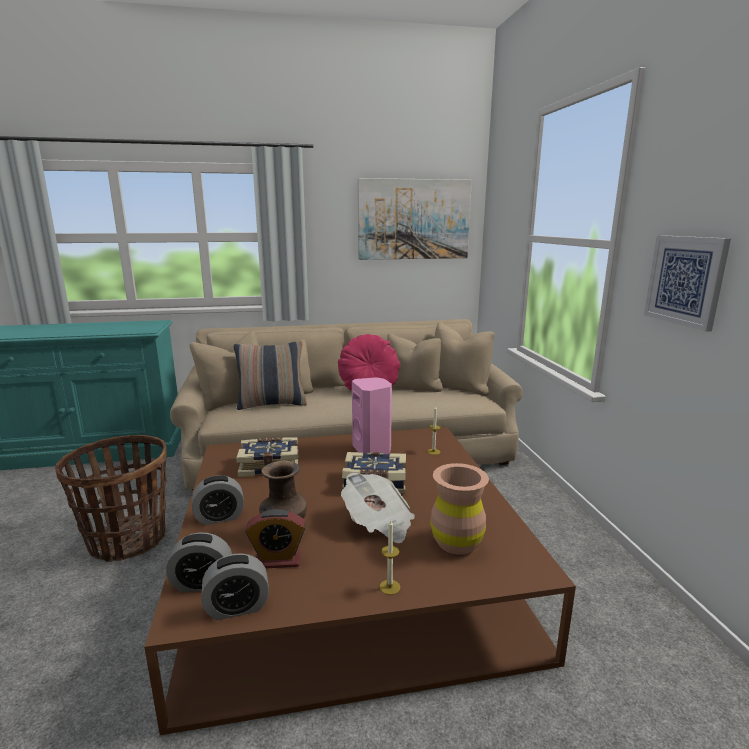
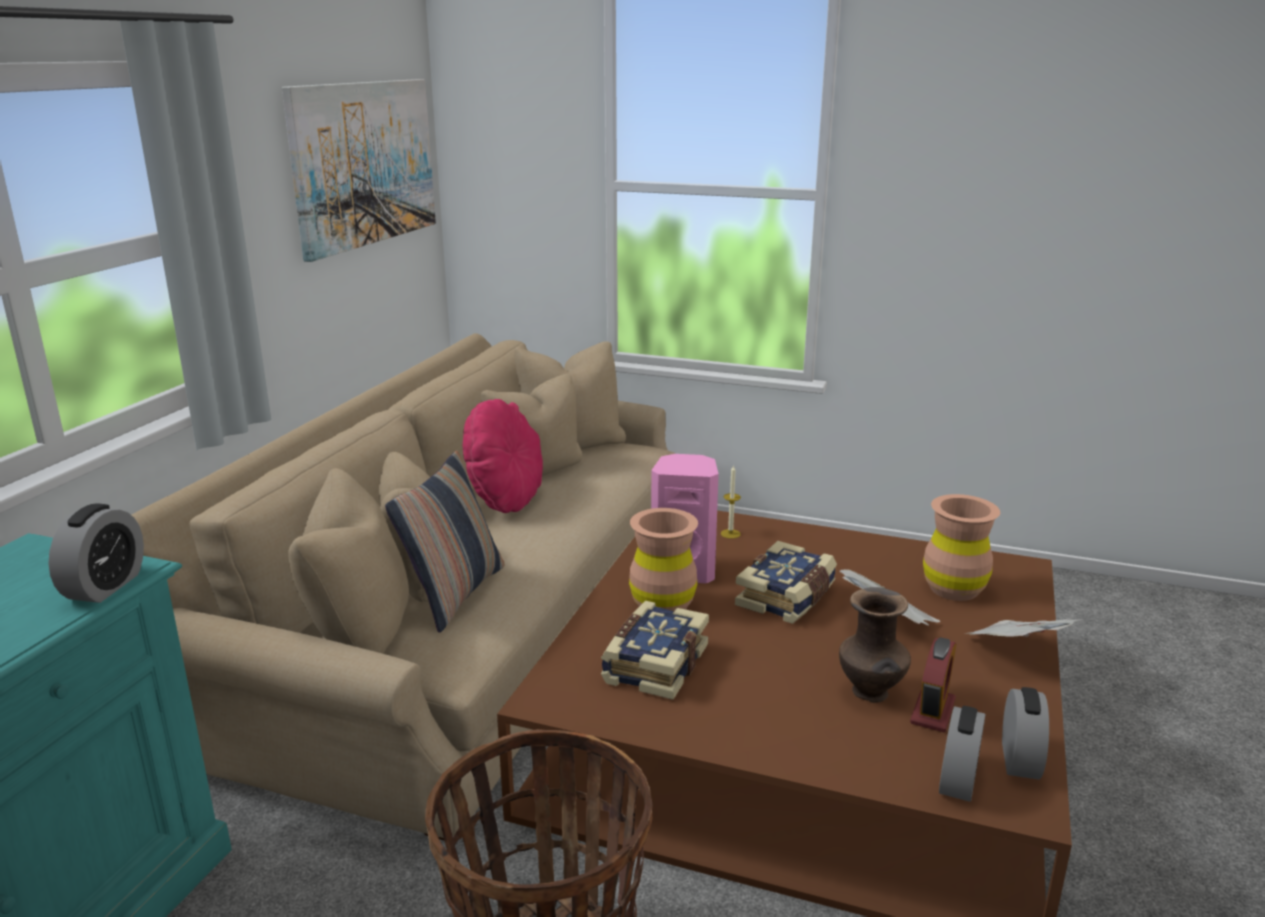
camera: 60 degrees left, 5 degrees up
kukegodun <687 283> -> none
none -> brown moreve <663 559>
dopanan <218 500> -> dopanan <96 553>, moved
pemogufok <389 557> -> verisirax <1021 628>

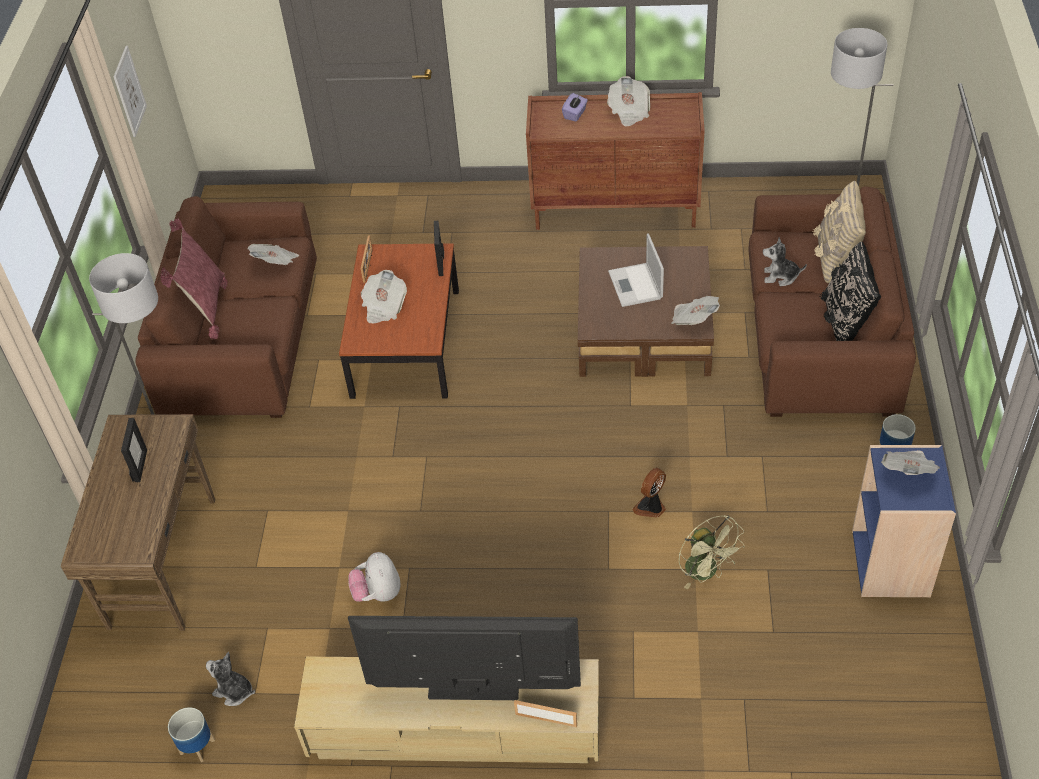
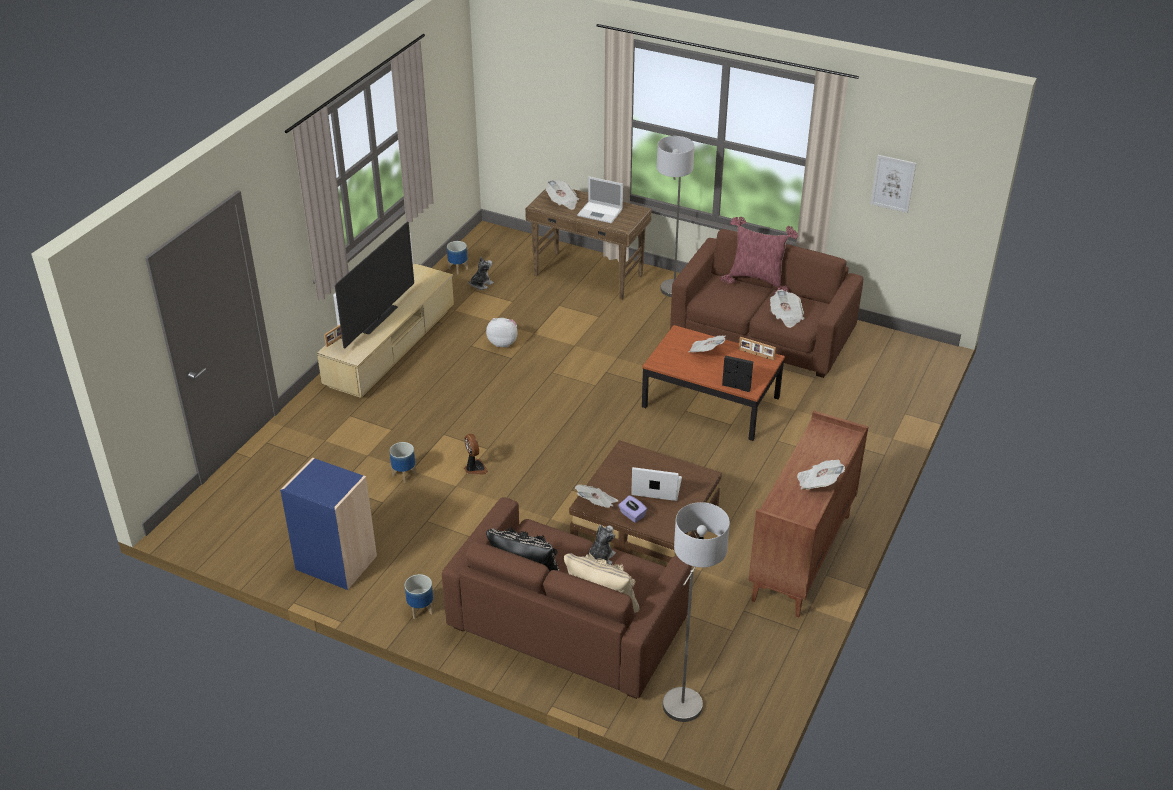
camera: 110 degrees right, 10 degrees down
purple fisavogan <575 107> -> purple fisavogan <632 509>, moved
verisirax <910 462> -> verisirax <562 195>, moved
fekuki <134 450> -> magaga <600 200>
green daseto <712 552> -> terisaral <403 462>

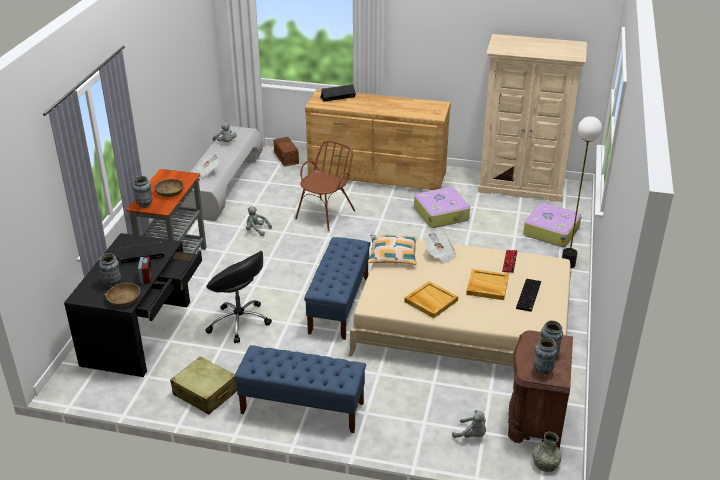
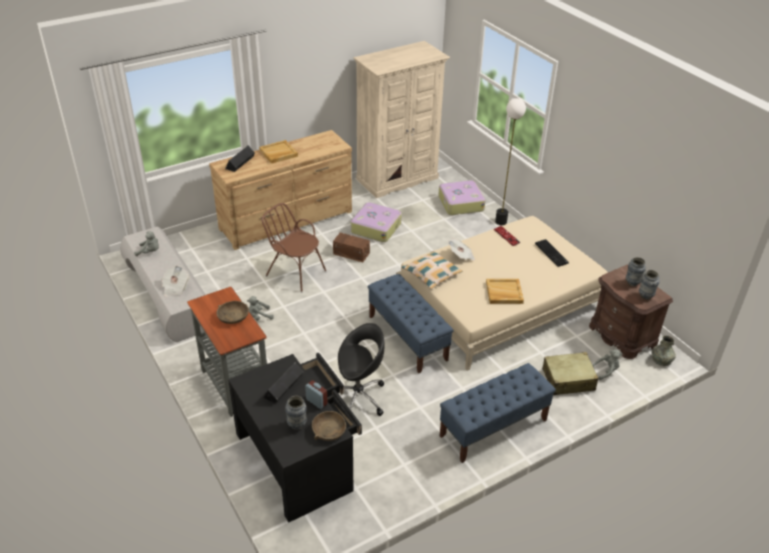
camera: 45 degrees left, 5 degrees up
moreve <142 192> -> none
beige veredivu <203 385> -> beige veredivu <570 373>, moved
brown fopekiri <286 152> -> brown fopekiri <351 247>, moved
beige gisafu <487 284> -> beige gisafu <278 152>, moved
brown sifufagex <325 186> -> brown sifufagex <294 248>, 45 degrees counterclockwise

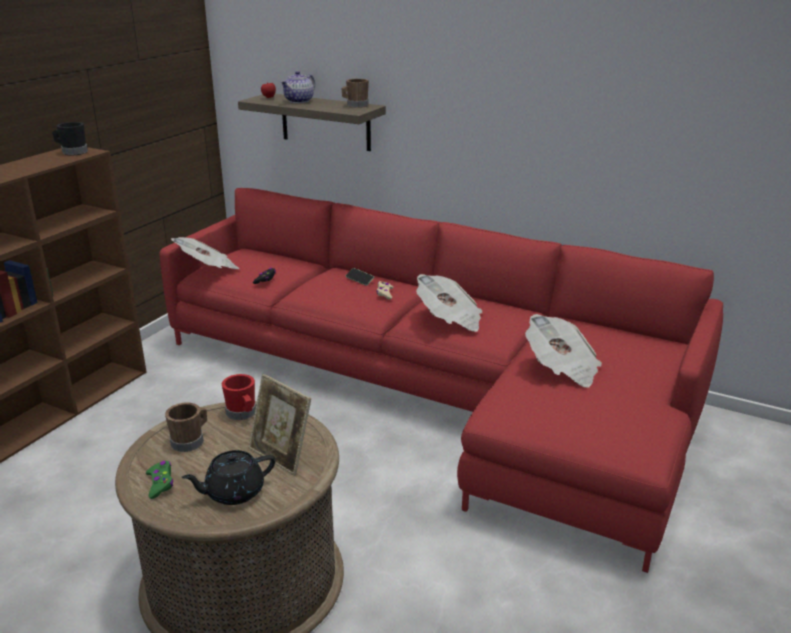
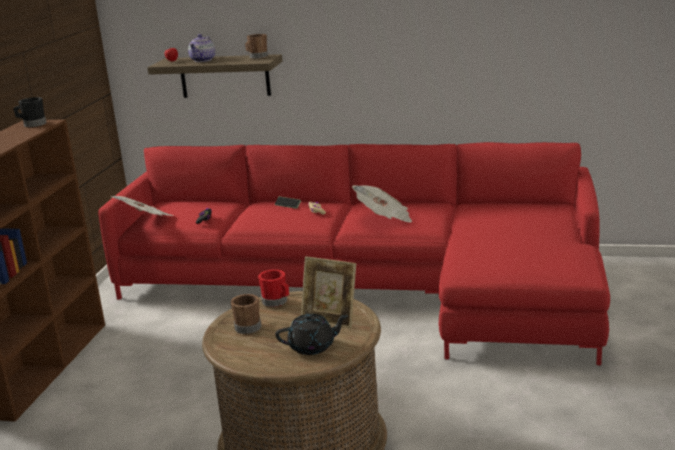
camera: 15 degrees left, 5 degrees down
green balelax <159 480> -> none
verisirax <563 351> -> none
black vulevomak <228 477> -> black vulevomak <311 334>, 150 degrees counterclockwise

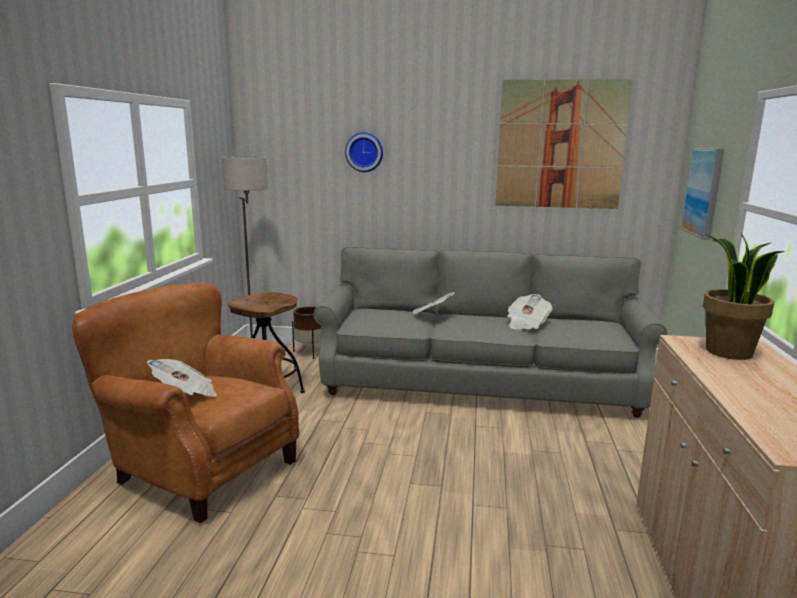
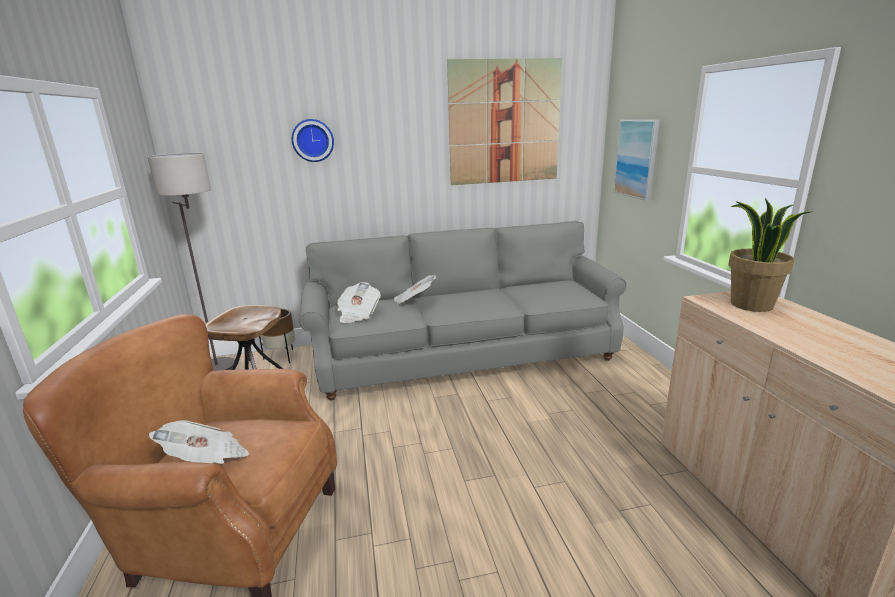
camera: 20 degrees left, 5 degrees up
verisirax <529 311> -> verisirax <359 302>, moved

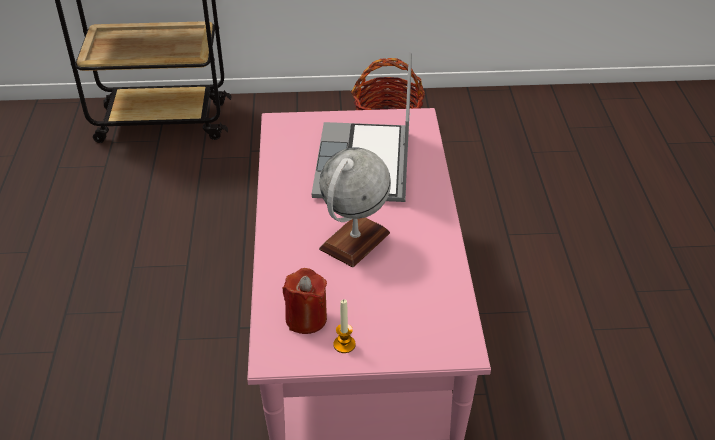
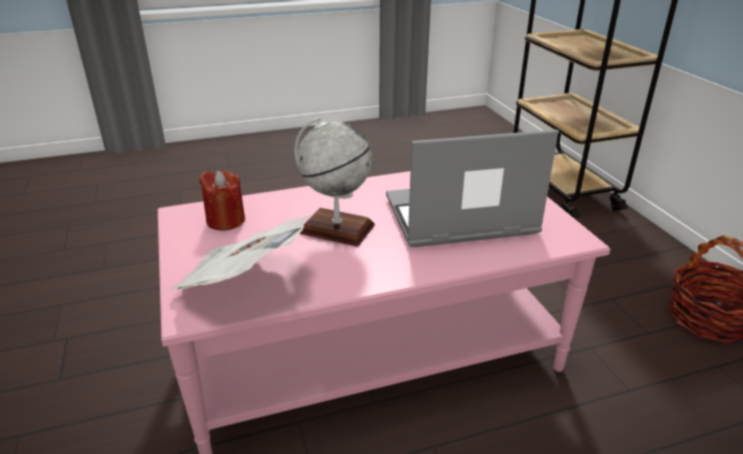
camera: 75 degrees right, 10 degrees down
pemogufok <344 326> -> none
none -> verisirax <240 252>

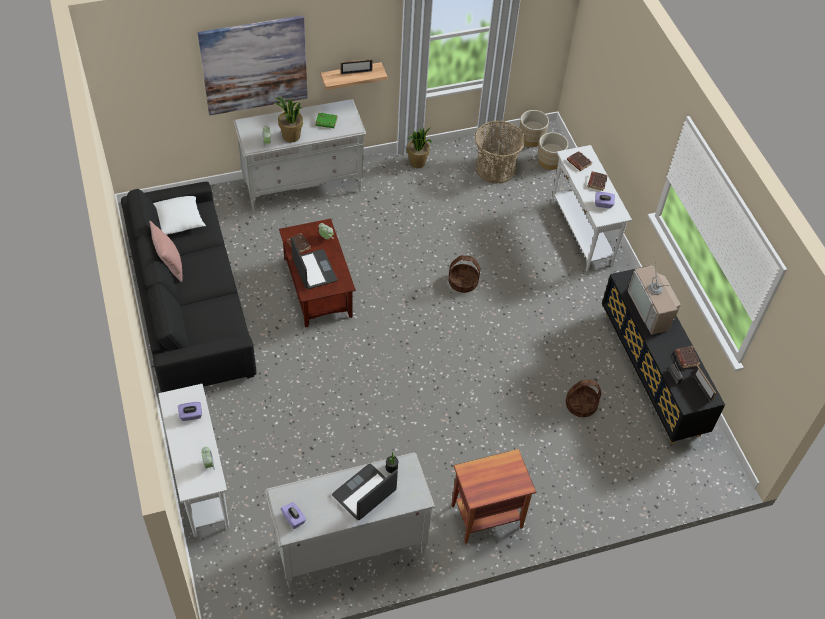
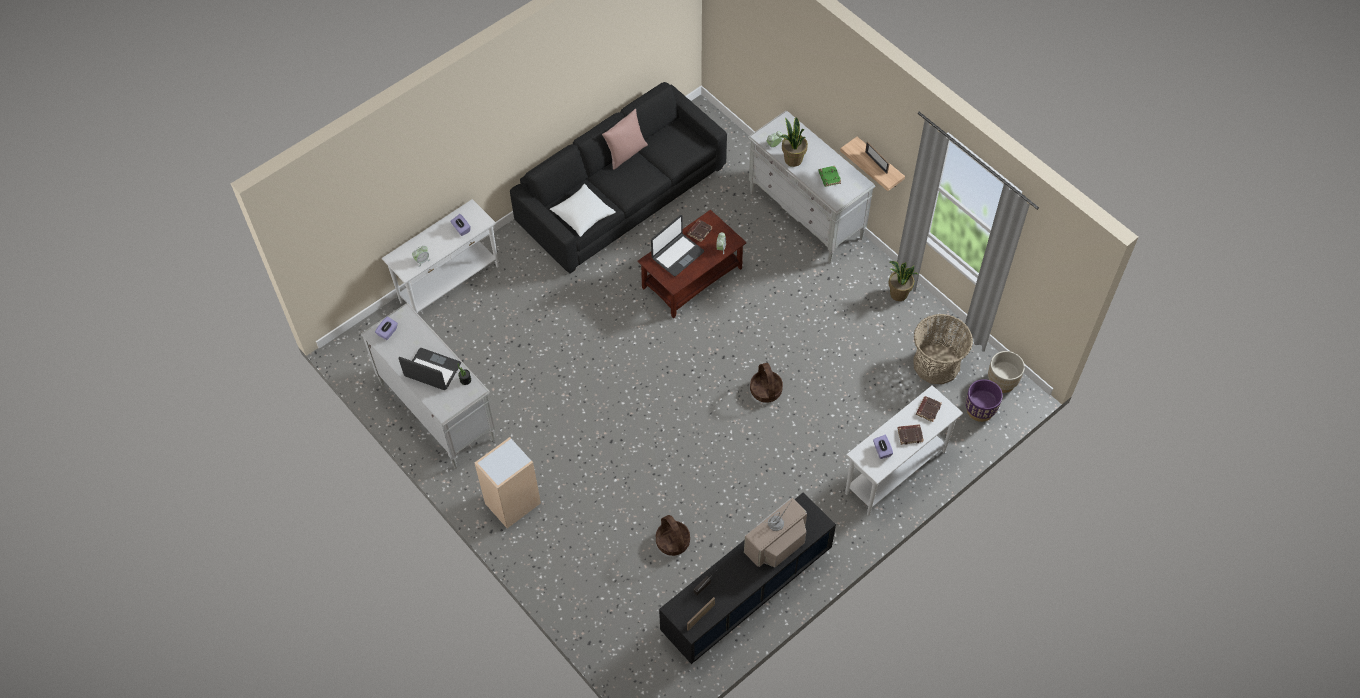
camera: 70 degrees right, 5 degrees up
kukegodun <253 65> -> none
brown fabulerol <687 357> -> none
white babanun <179 215> -> white babanun <583 210>, moved
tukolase <494 496> -> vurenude <508 482>
beige terisaral <553 151> -> purple terisaral <984 400>

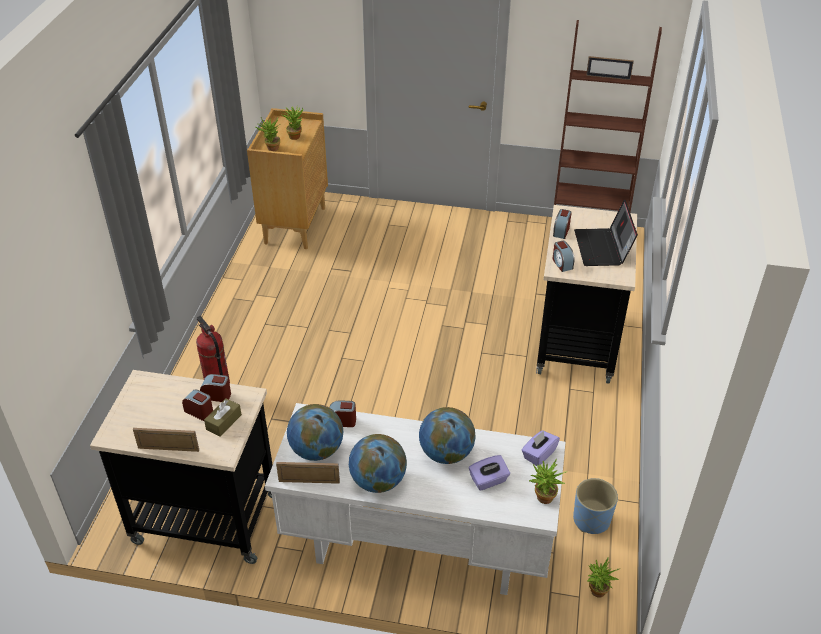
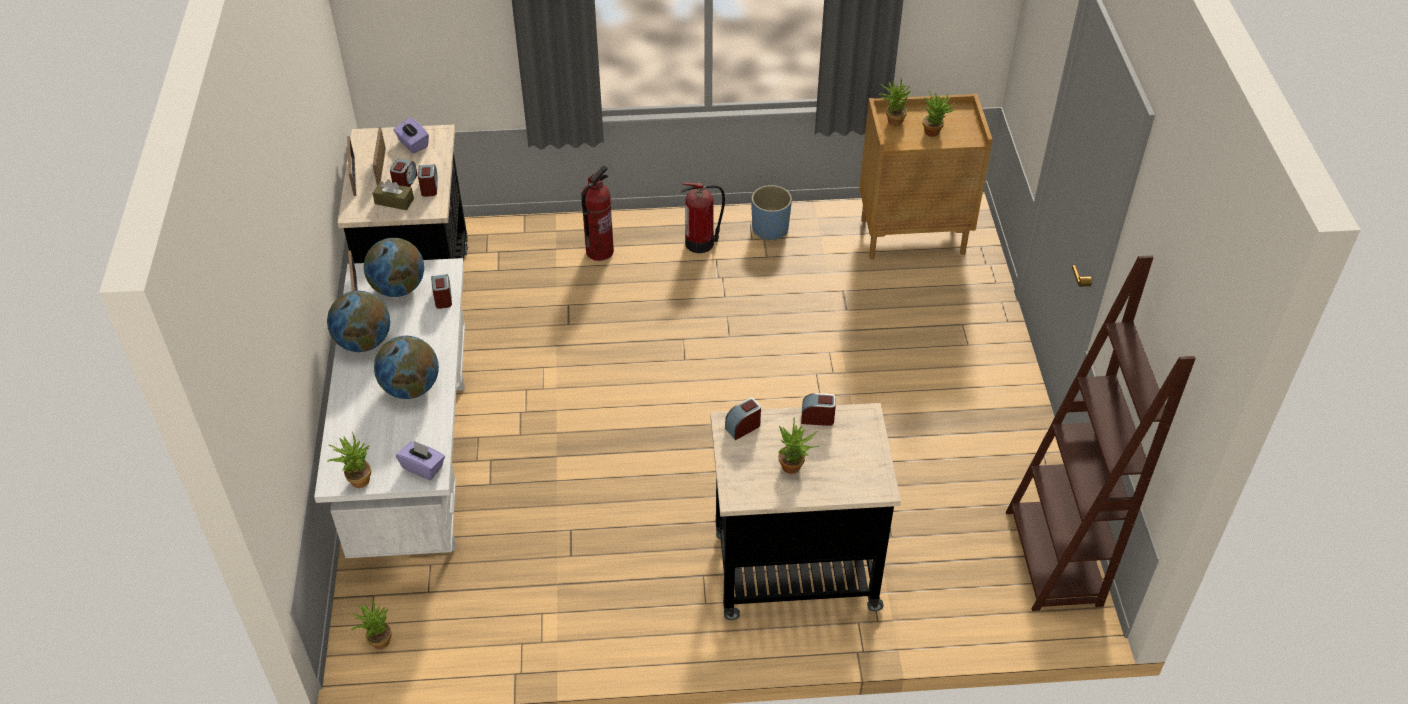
camera: 75 degrees right, 5 degrees up
none -> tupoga <703 217>
purple fisavogan <489 473> -> purple fisavogan <411 135>, moved
blue terisaral <595 506> -> blue terisaral <771 212>, moved
fekuki <610 68> -> fekuki <379 156>, moved
magaga <606 232> -> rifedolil <798 445>

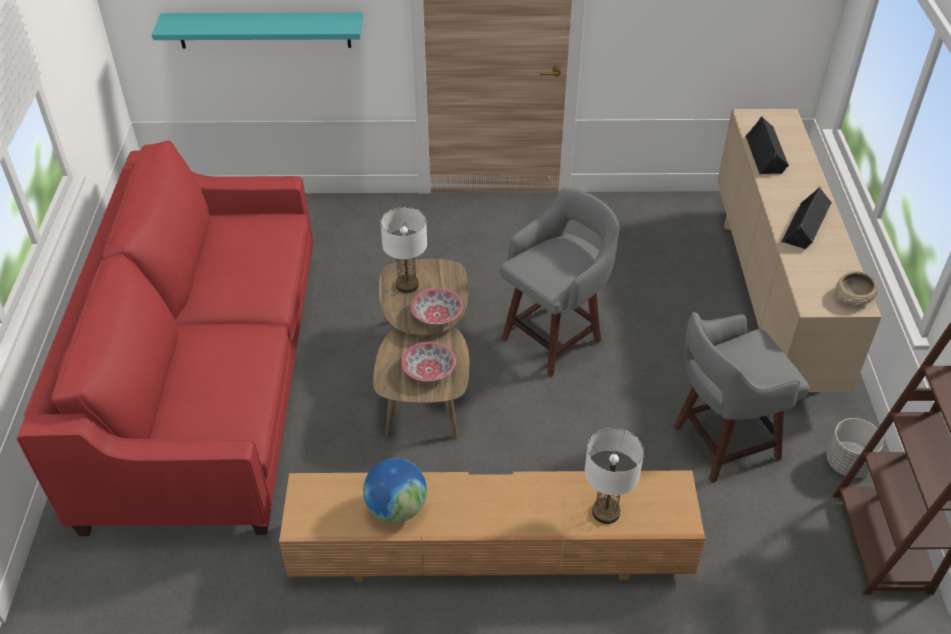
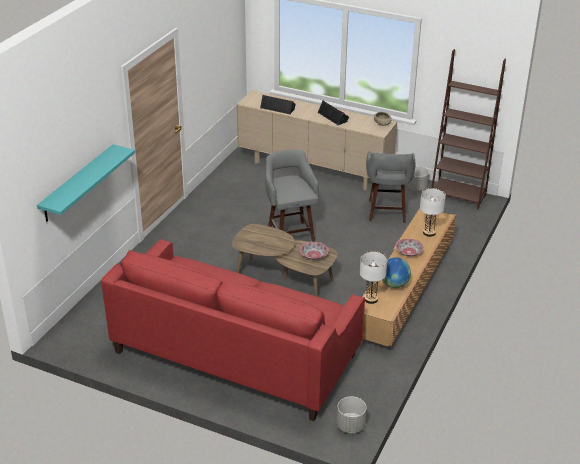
camera: 65 degrees left, 10 degrees down
none -> grey terisaral <352 414>
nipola <404 250> -> nipola <373 277>, moved
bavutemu <437 306> -> bavutemu <409 247>, moved

